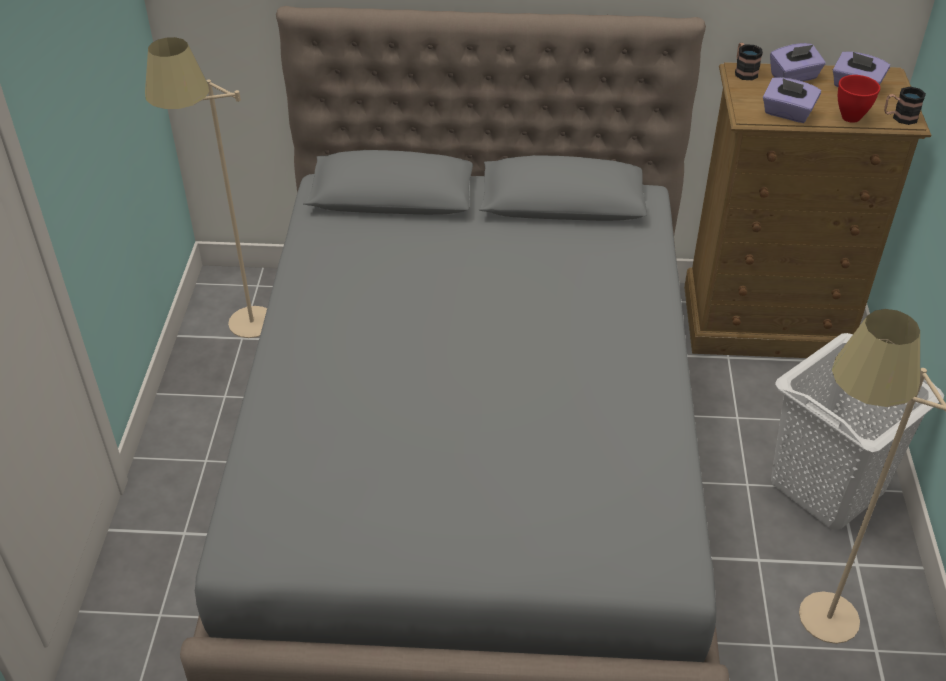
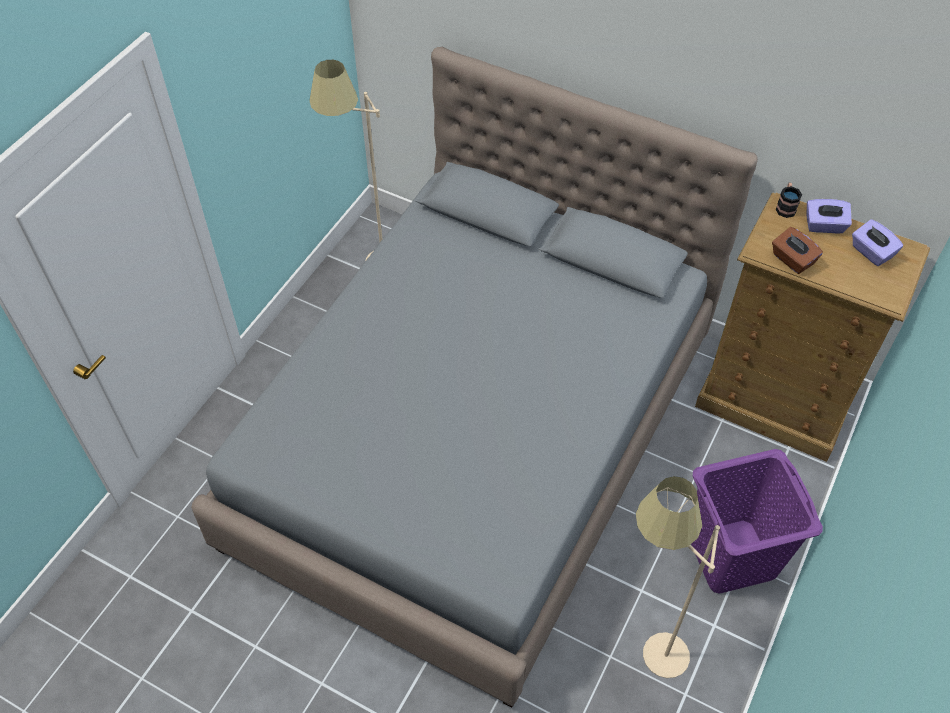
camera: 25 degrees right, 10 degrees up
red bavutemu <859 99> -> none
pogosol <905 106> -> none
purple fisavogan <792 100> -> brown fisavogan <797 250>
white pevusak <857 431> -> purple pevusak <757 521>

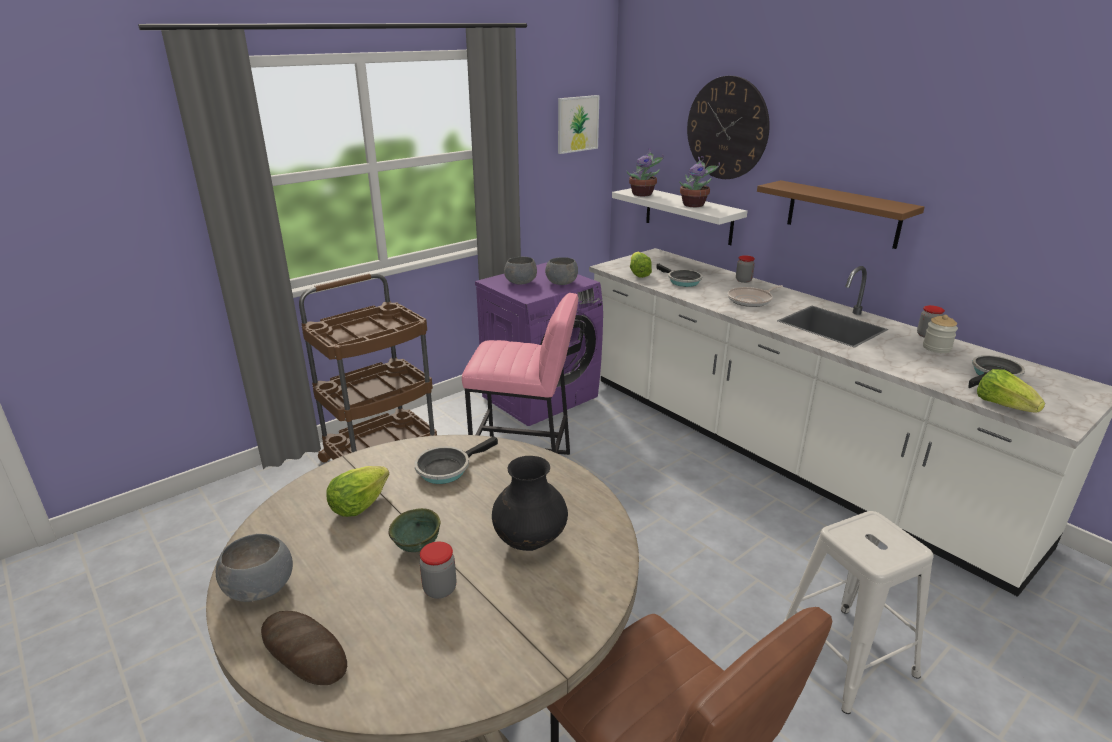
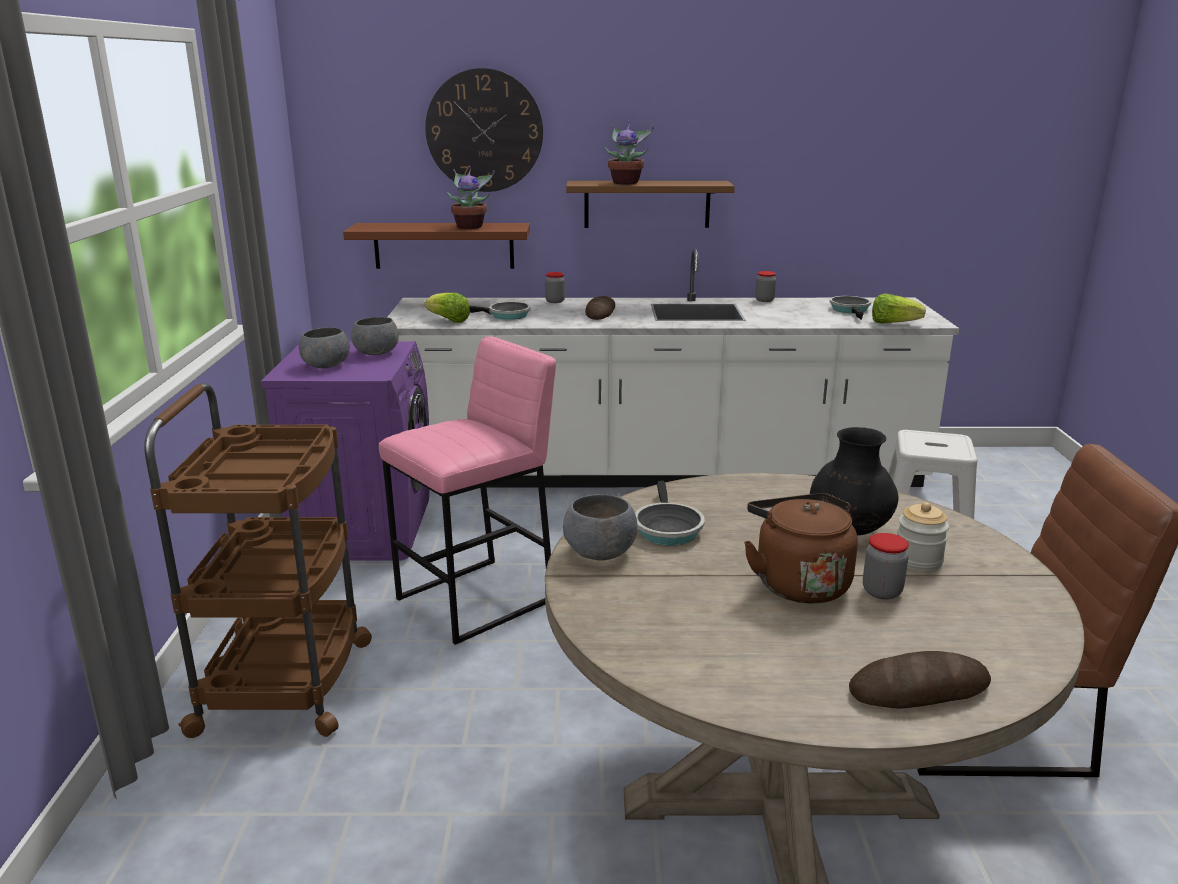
camera: 50 degrees left, 5 degrees down
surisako <357 491> -> none
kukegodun <578 124> -> none
grey bavutemu <254 568> -> grey bavutemu <600 527>, moved
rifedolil <645 172> -> rifedolil <629 152>, moved
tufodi <940 334> -> tufodi <923 537>, moved
green bavutemu <414 530> -> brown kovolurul <801 548>
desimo <755 296> -> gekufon <600 308>
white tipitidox <680 216> -> brown tipitidox <436 246>

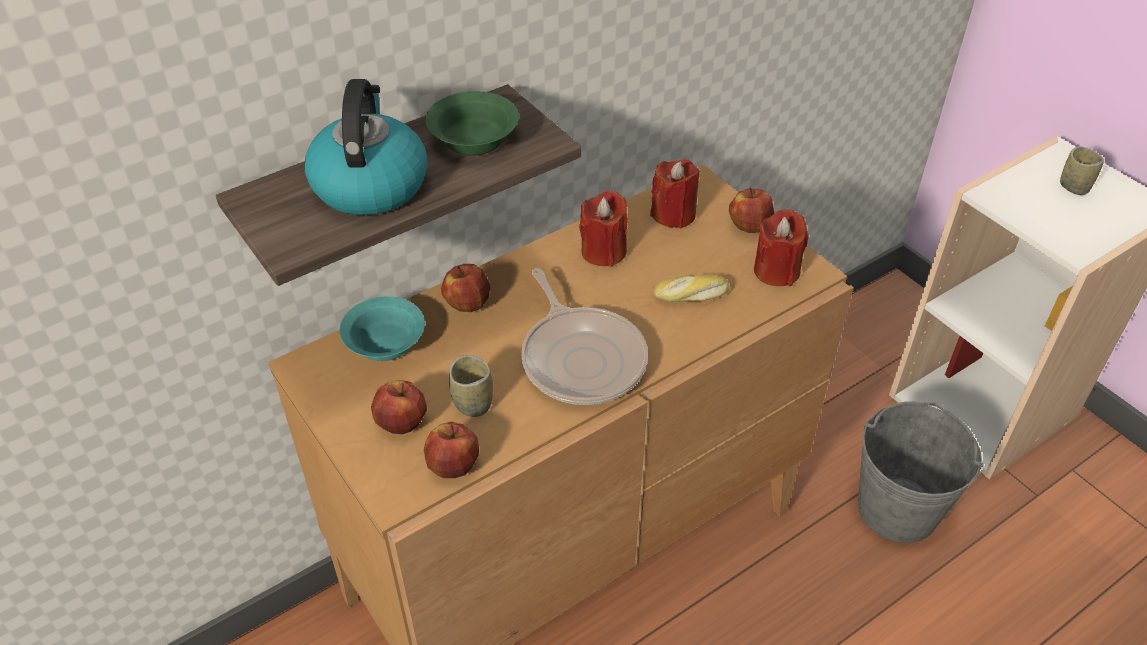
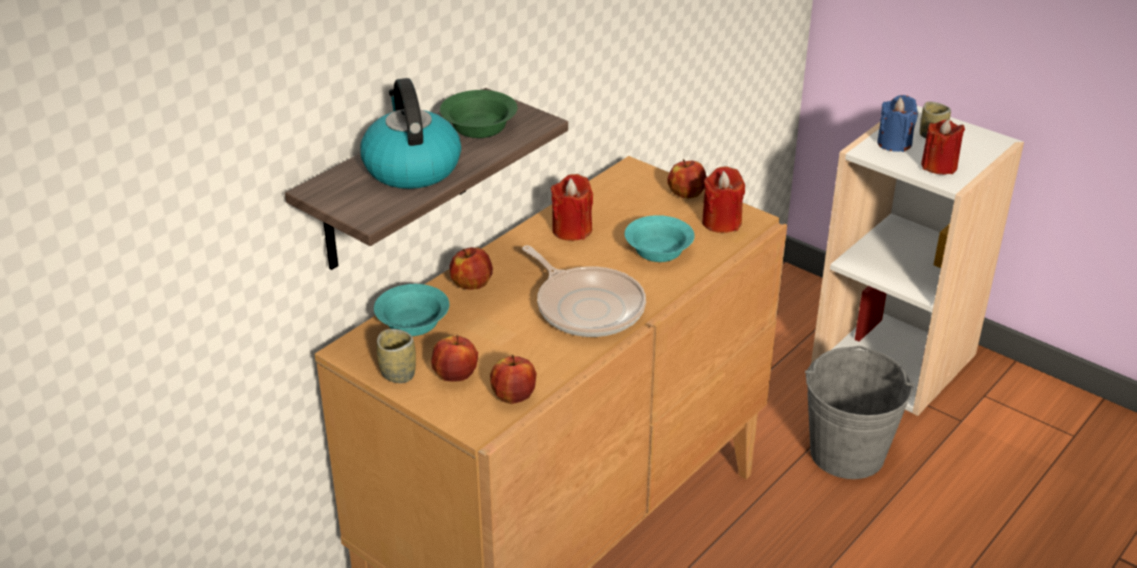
camera: 15 degrees left, 10 degrees down
none -> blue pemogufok <897 123>
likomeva <471 386> -> likomeva <396 356>, moved
red pemogufok <675 193> -> red pemogufok <943 147>, moved
gekufon <691 288> -> turquoise bavutemu <659 238>

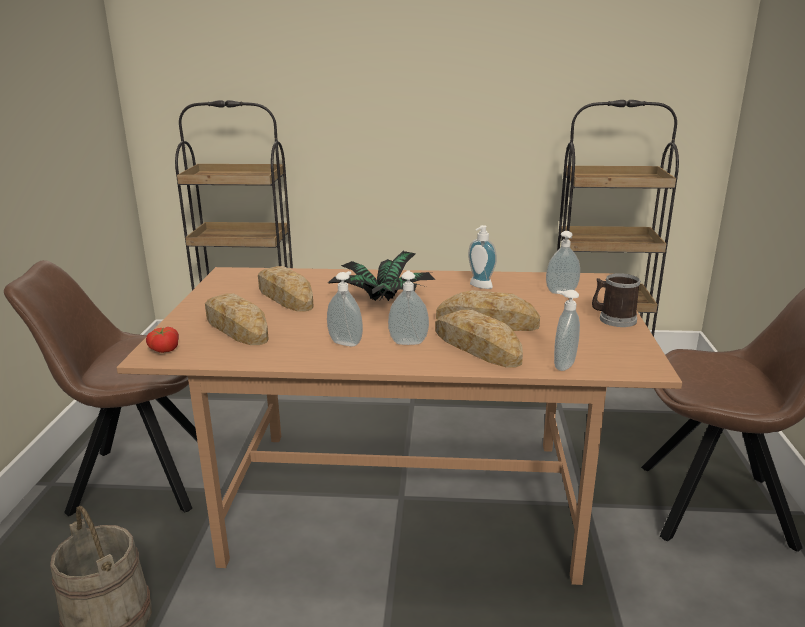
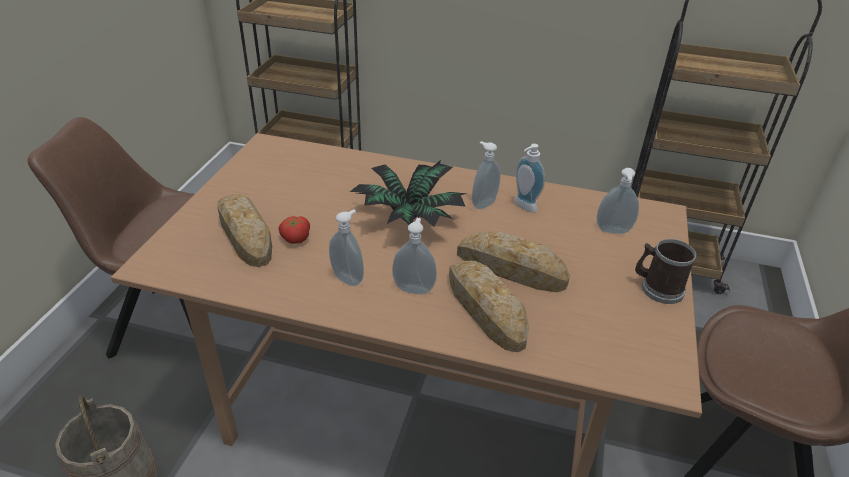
camera: 10 degrees right, 15 degrees up
gekufon <286 288> -> none
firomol <162 340> -> firomol <294 230>, moved
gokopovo <567 330> -> gokopovo <486 175>, moved

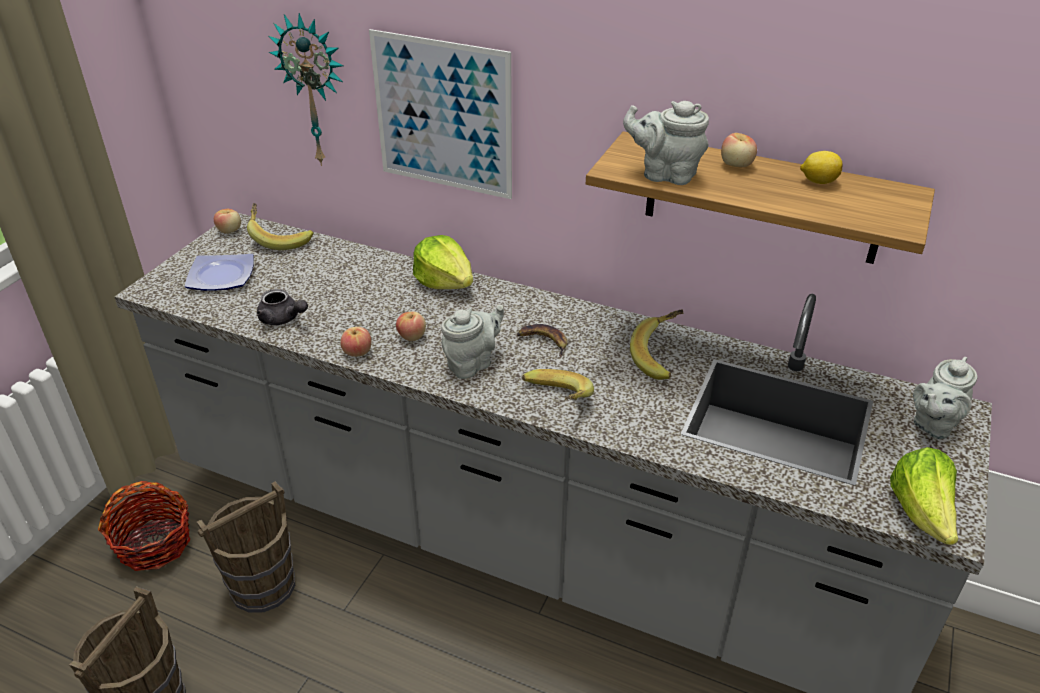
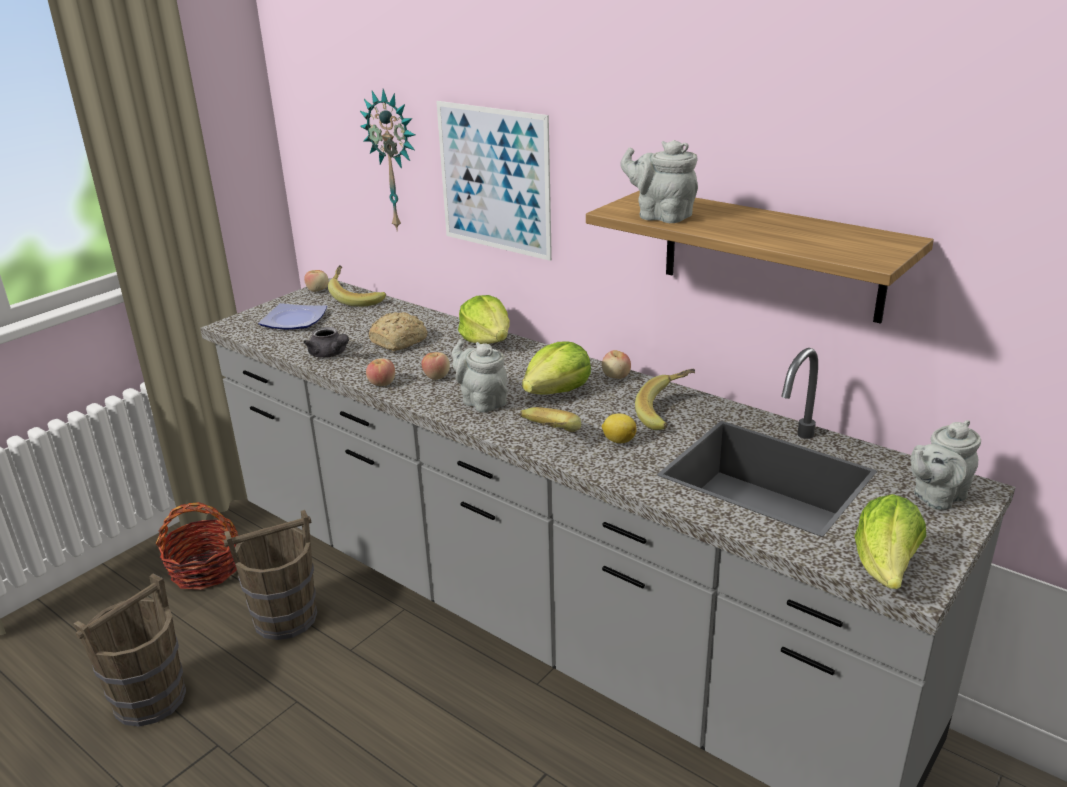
camera: 15 degrees right, 10 degrees down
none -> gekufon <398 331>
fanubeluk <739 150> -> fanubeluk <616 364>, moved
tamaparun <821 167> -> tamaparun <619 428>, moved
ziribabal <542 340> -> surisako <556 368>
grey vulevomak <472 342> -> grey vulevomak <480 376>, 105 degrees counterclockwise

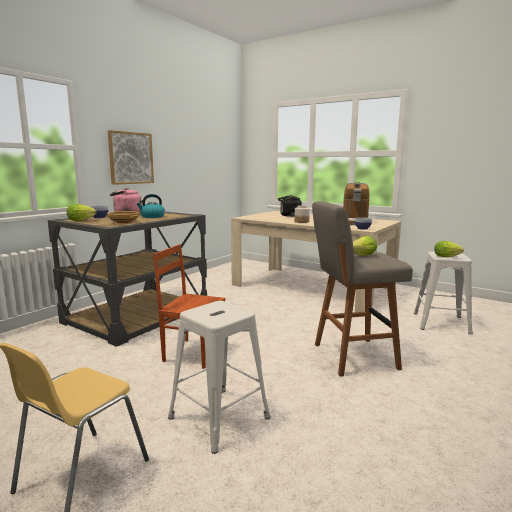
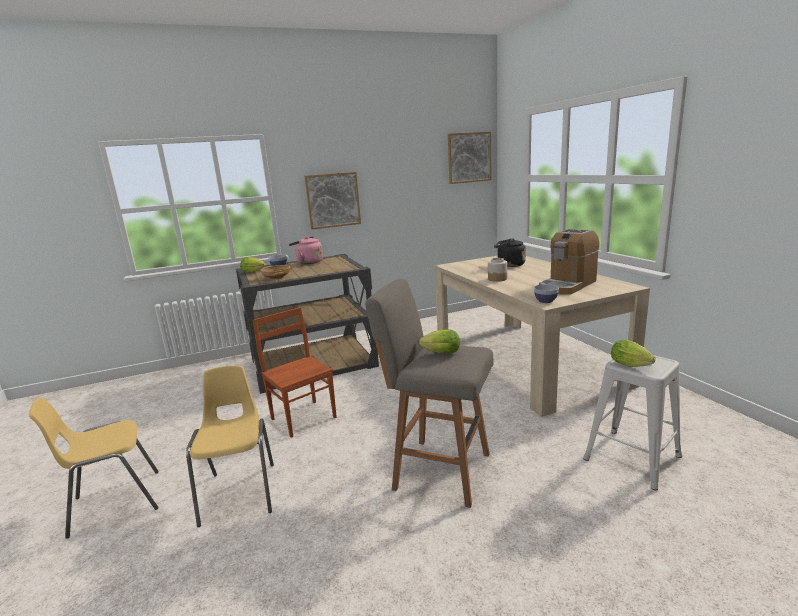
camera: 35 degrees right, 5 degrees up
kovolurul <150 206> -> none
none -> kukegodun <469 157>
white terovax <219 377> -> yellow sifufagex <230 446>

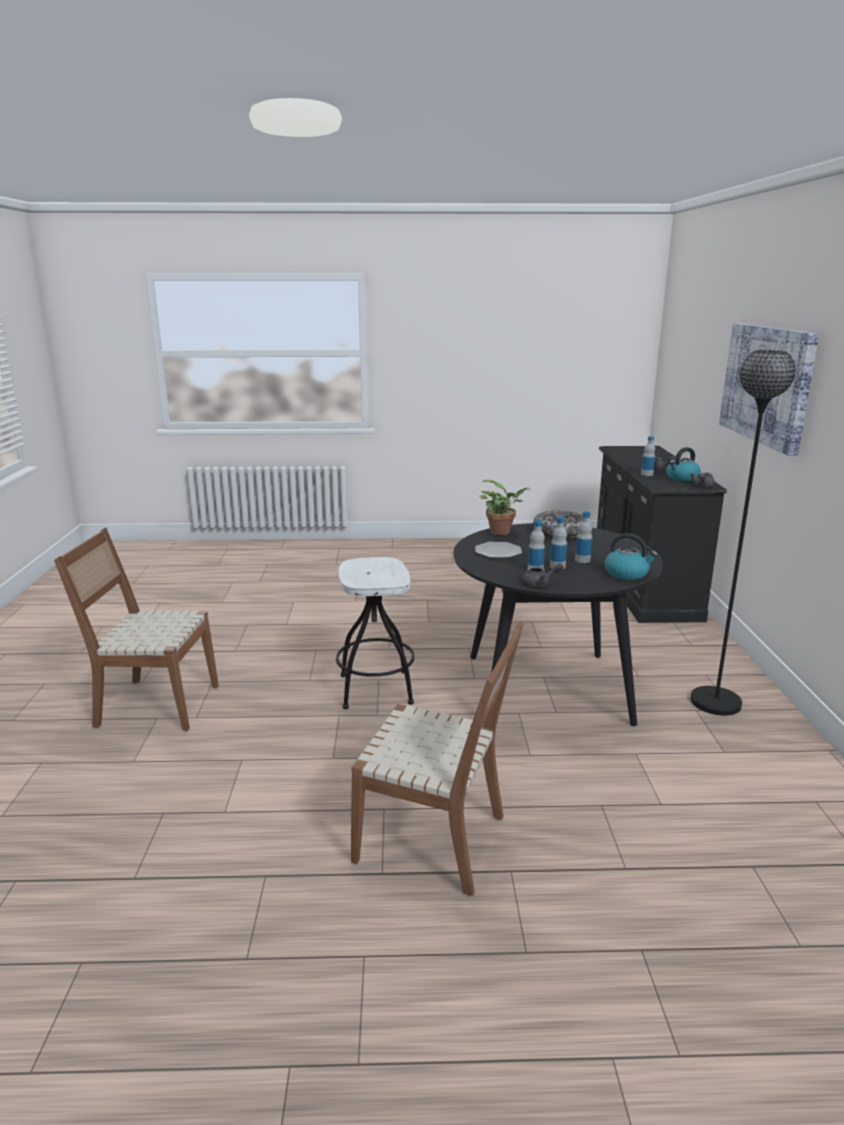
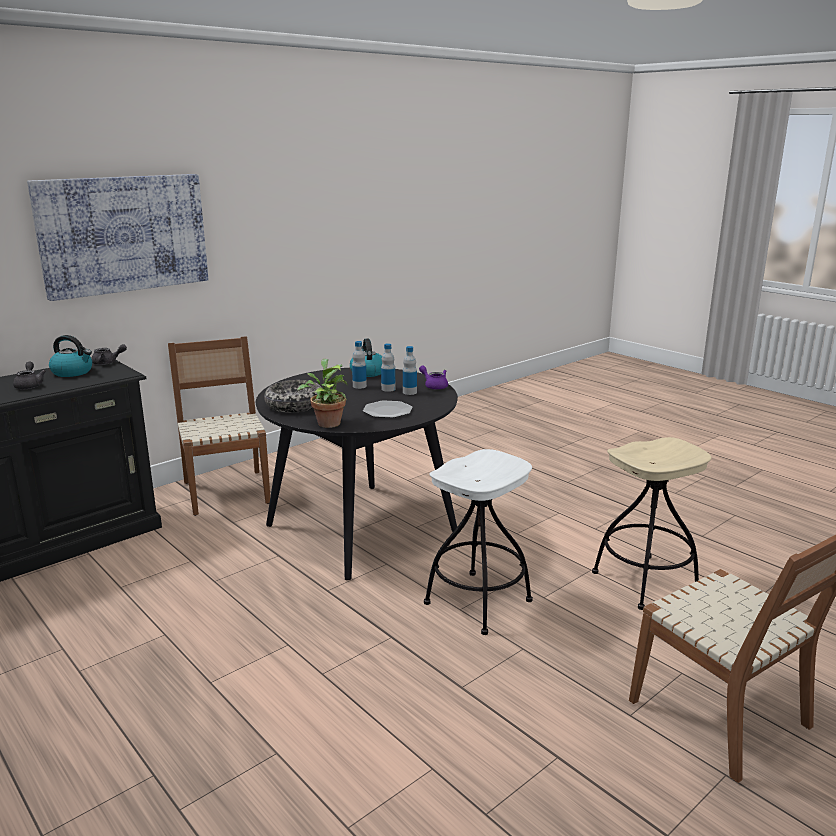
camera: 130 degrees left, 0 degrees up
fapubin <648 456> -> none
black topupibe <743 533> -> none
none -> beige terovax <652 523>
sifufagex <437 758> -> sifufagex <219 426>, moved
grey vulevomak <543 575> -> purple vulevomak <433 377>

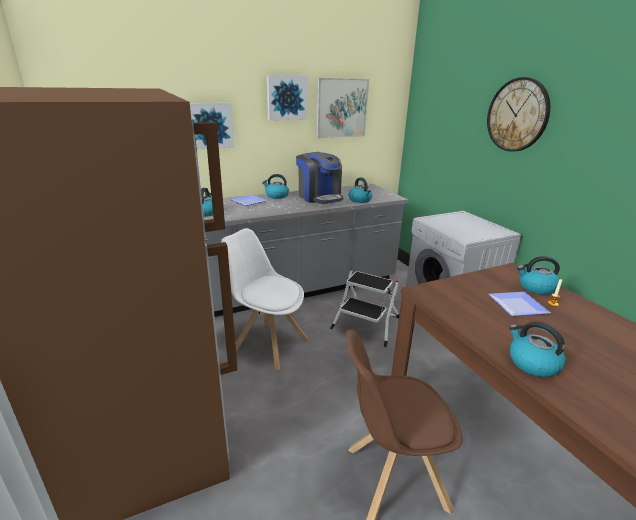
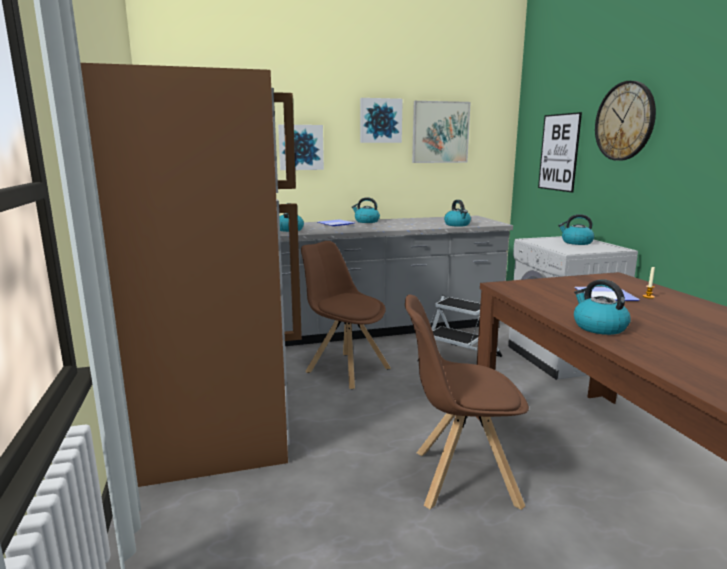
camera: 10 degrees right, 10 degrees down
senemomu <319 178> -> none
none -> kukegodun <560 152>
kovolurul <538 275> -> kovolurul <576 229>, moved
white sifufagex <265 299> -> brown sifufagex <346 315>

